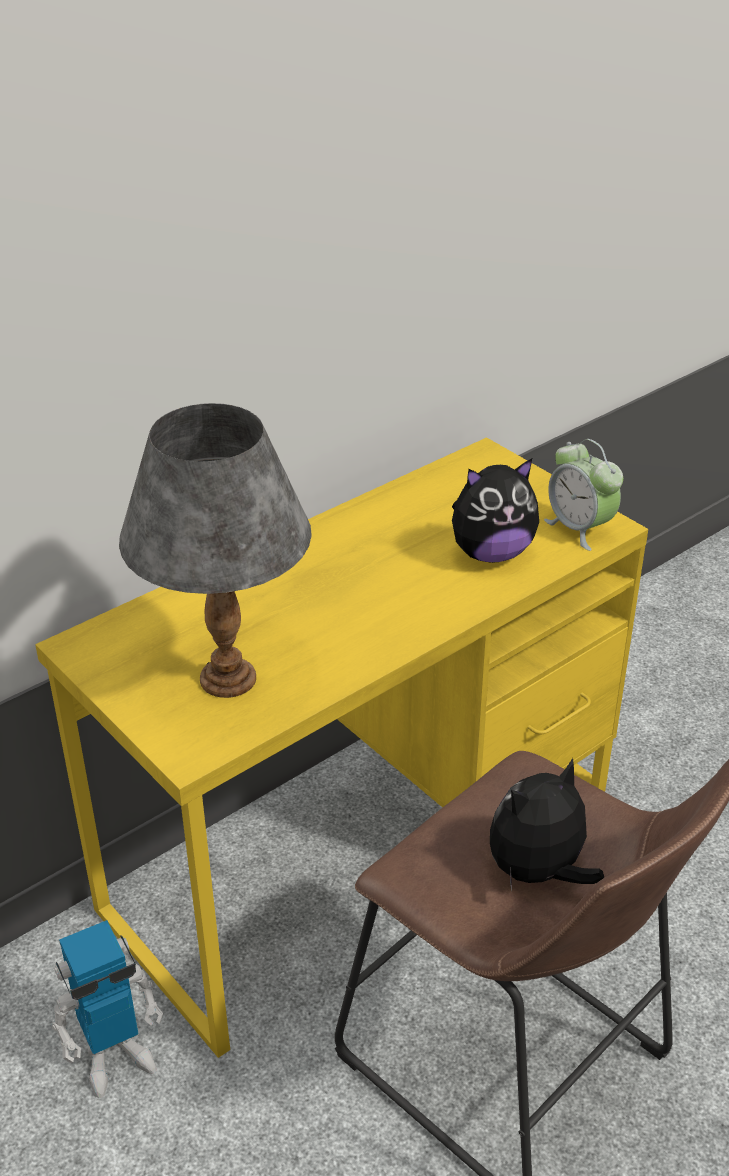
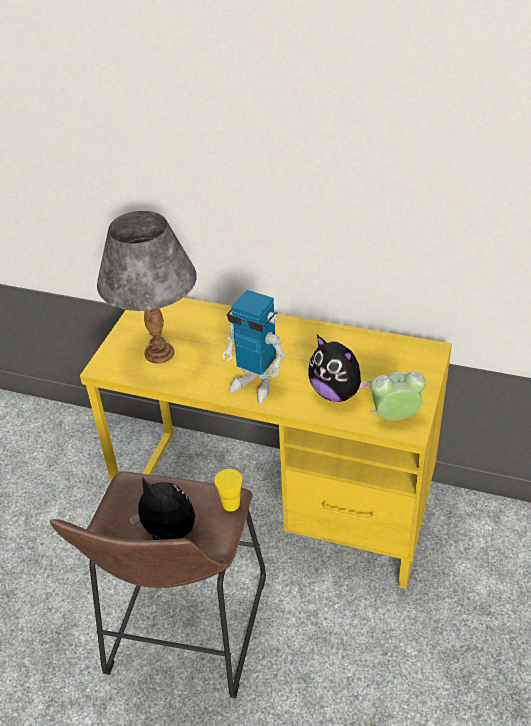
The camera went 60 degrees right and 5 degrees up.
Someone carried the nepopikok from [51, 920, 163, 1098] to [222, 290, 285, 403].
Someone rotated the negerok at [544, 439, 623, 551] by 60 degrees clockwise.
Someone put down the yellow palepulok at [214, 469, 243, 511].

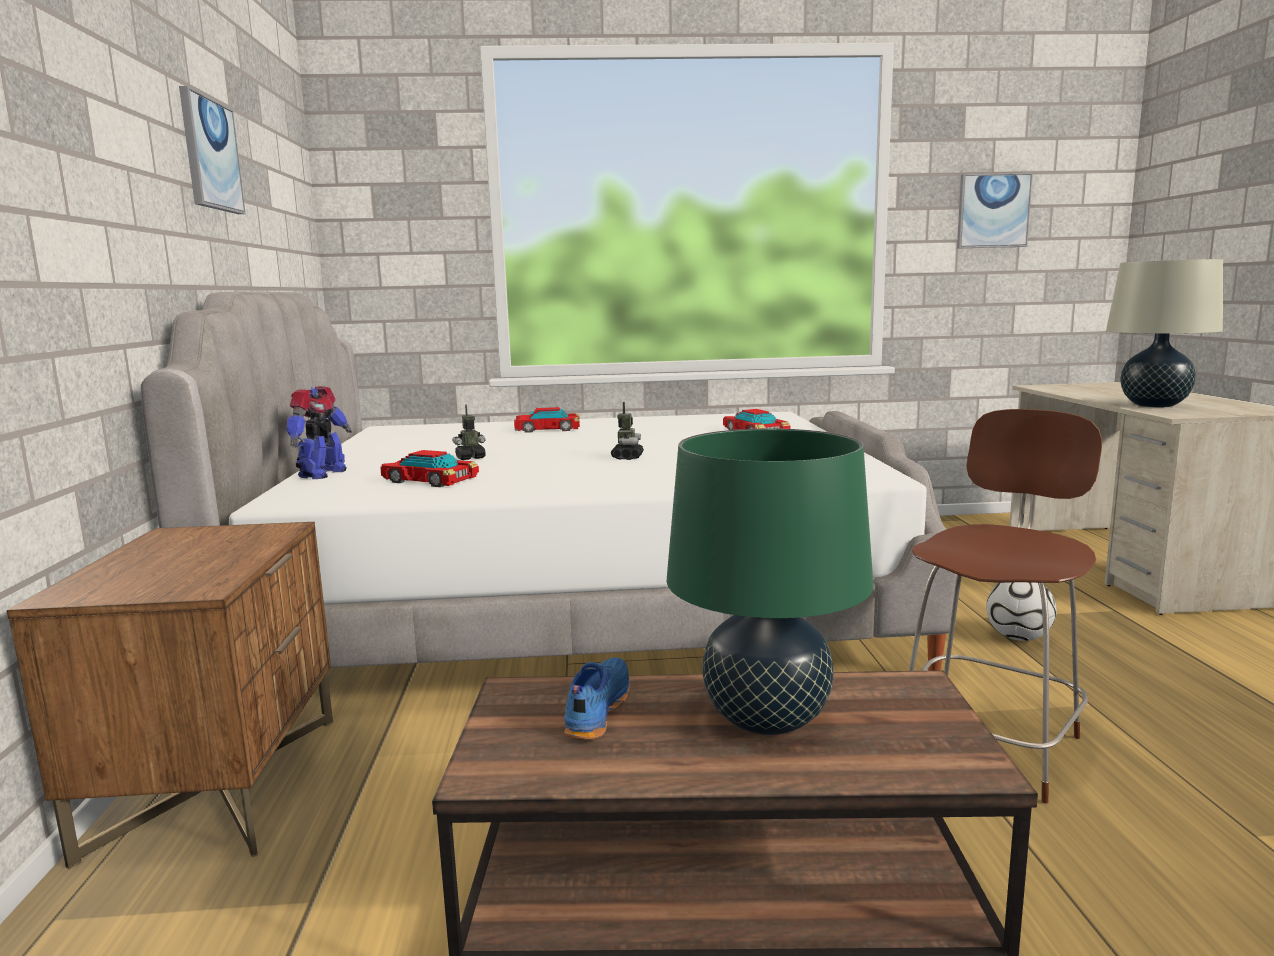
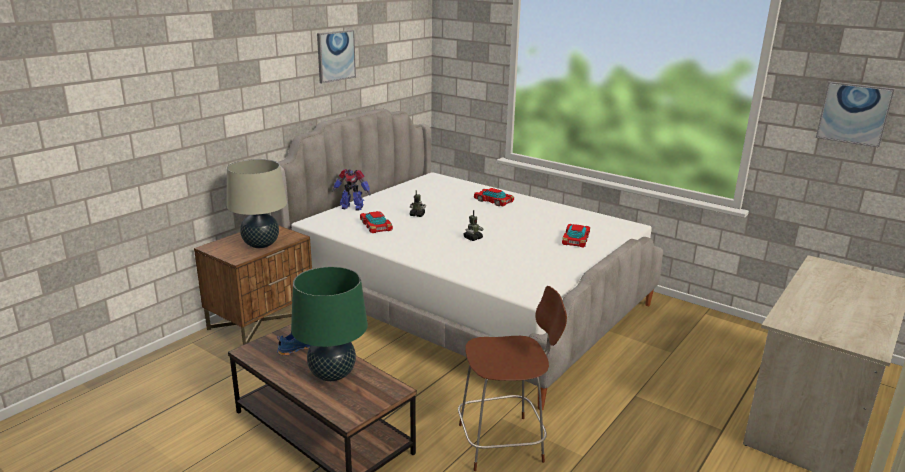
The camera went 40 degrees right and 10 degrees up.
Someone rotated the nepopikok at [287, 386, 352, 479] by 45 degrees clockwise.
Someone took away the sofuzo at [986, 582, 1057, 641].
Someone carried the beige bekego from [1106, 259, 1223, 407] to [227, 159, 287, 248].

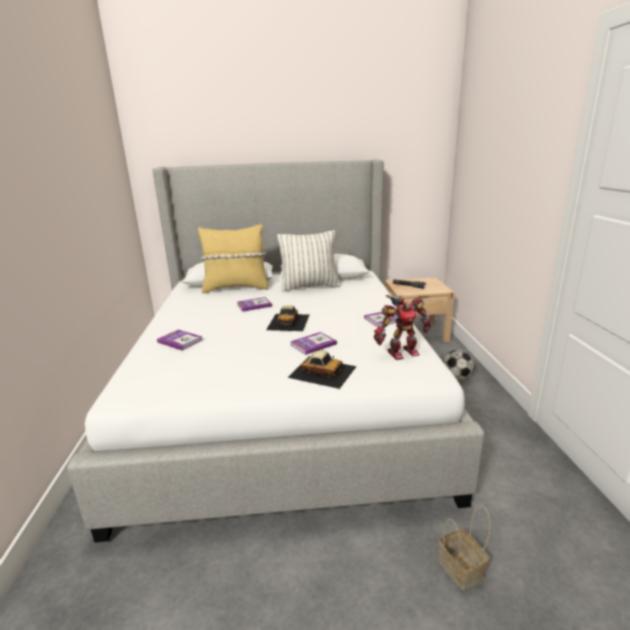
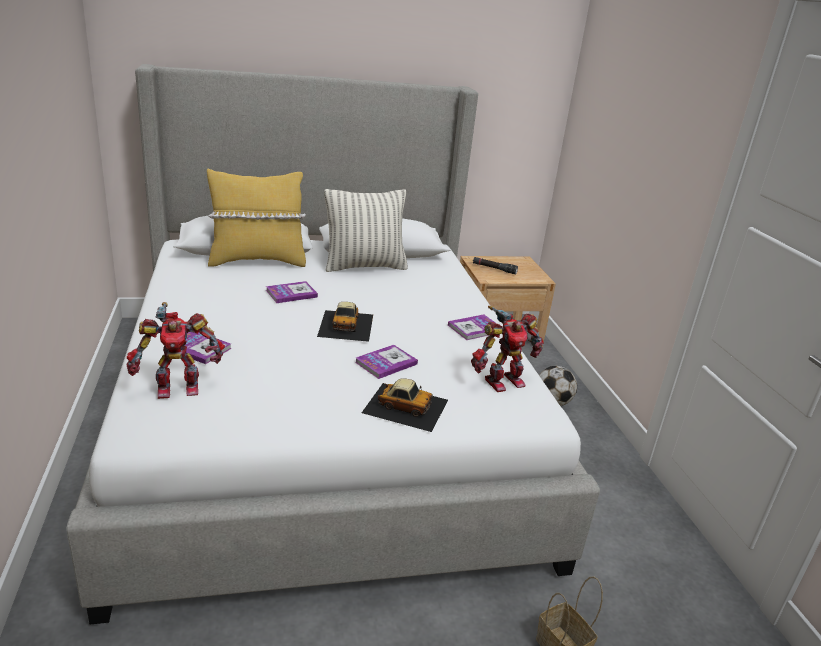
The camera went 10 degrees left and 5 degrees up.
Someone put down the nepopikok at [126, 302, 225, 399].

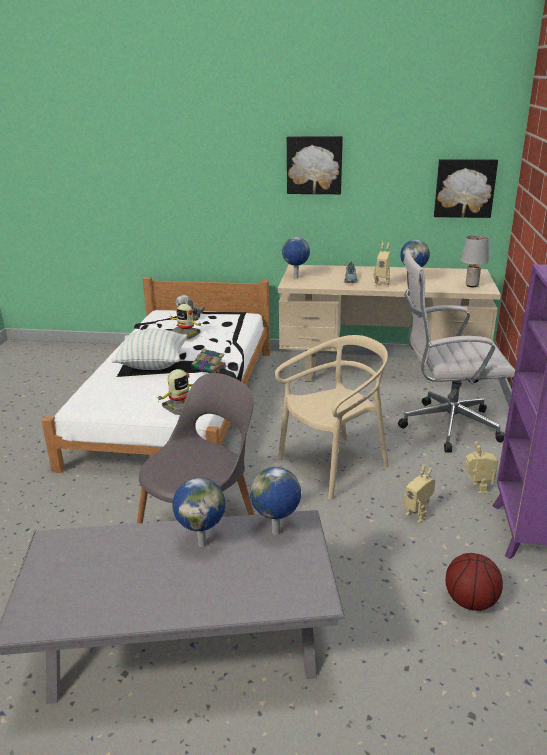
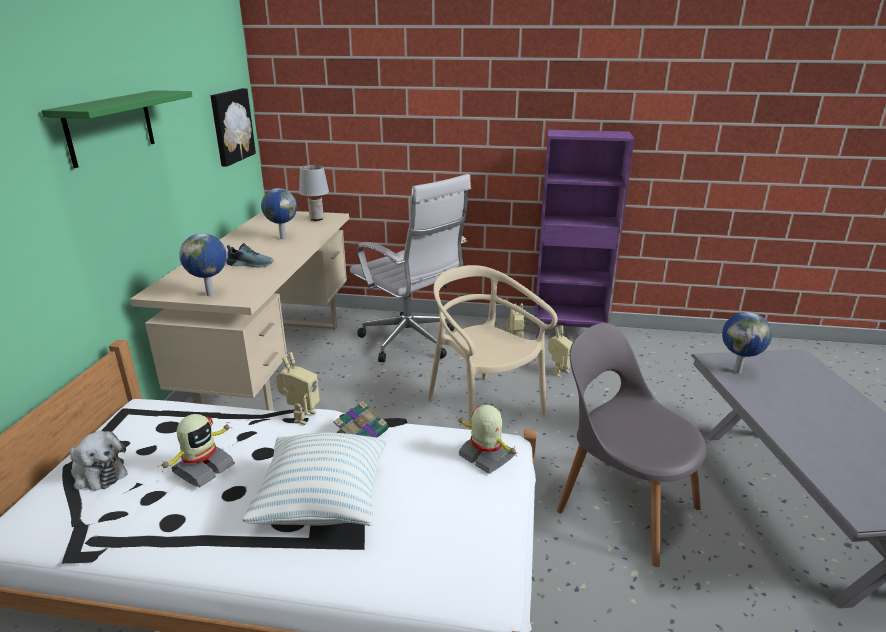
The camera went 90 degrees left and 0 degrees up.
Someone took away the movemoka at [172, 478, 225, 547].
Someone swapped the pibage at [287, 136, 343, 194] for the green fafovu at [41, 90, 193, 168].
Someone carried the nepopikok from [373, 242, 390, 287] to [276, 352, 320, 425].
Someone rotated the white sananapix at [398, 250, 515, 453] by 45 degrees counterclockwise.
Someone took away the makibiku at [446, 553, 503, 611].

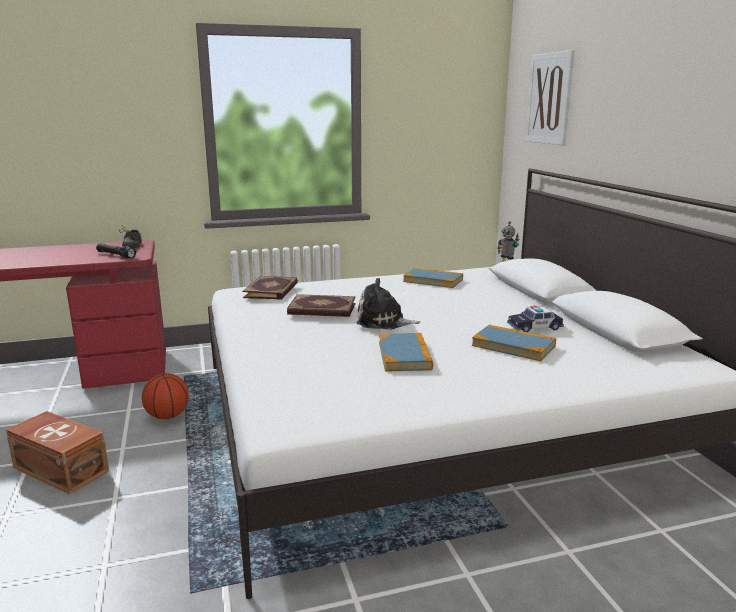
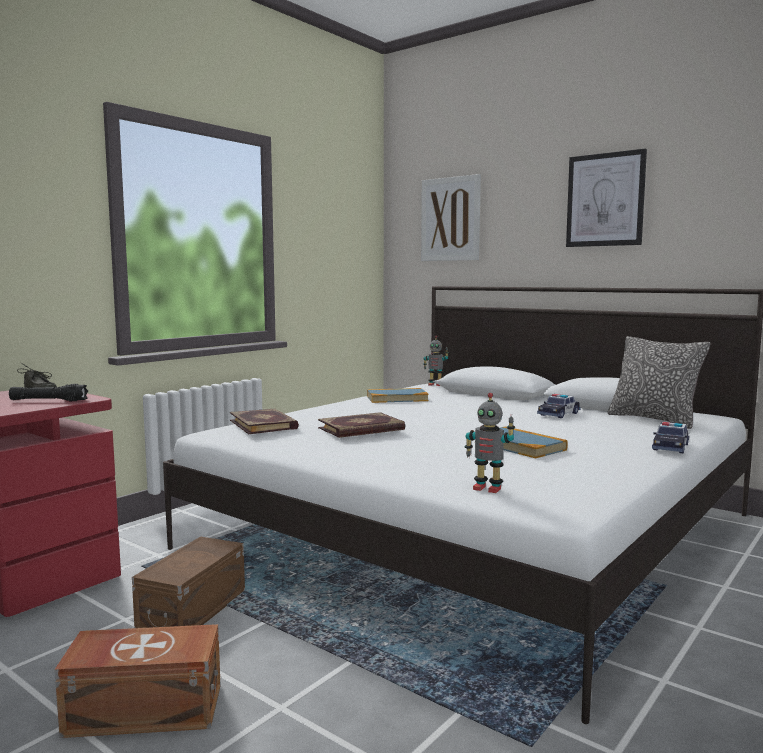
The camera went 35 degrees left and 10 degrees down.
Someone swapped the makibiku at [142, 373, 189, 419] for the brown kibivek at [132, 536, 245, 628].
Someone took away the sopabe at [356, 278, 421, 330].
Someone took away the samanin at [472, 325, 556, 361].
Someone put down the nepopikok at [465, 393, 515, 493].
Someone put up the pibage at [566, 148, 647, 247].
Someone put down the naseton at [608, 336, 710, 429].
Someone put down the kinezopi at [652, 422, 689, 454].

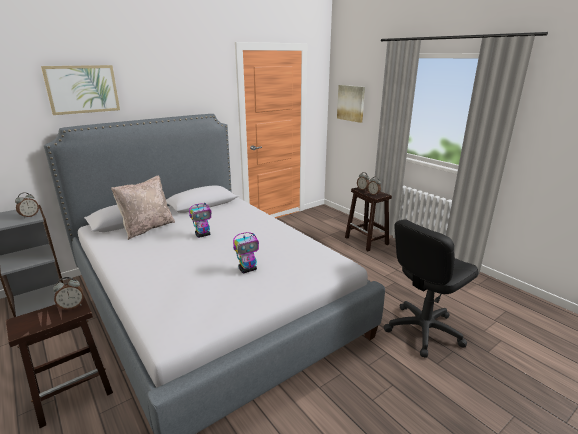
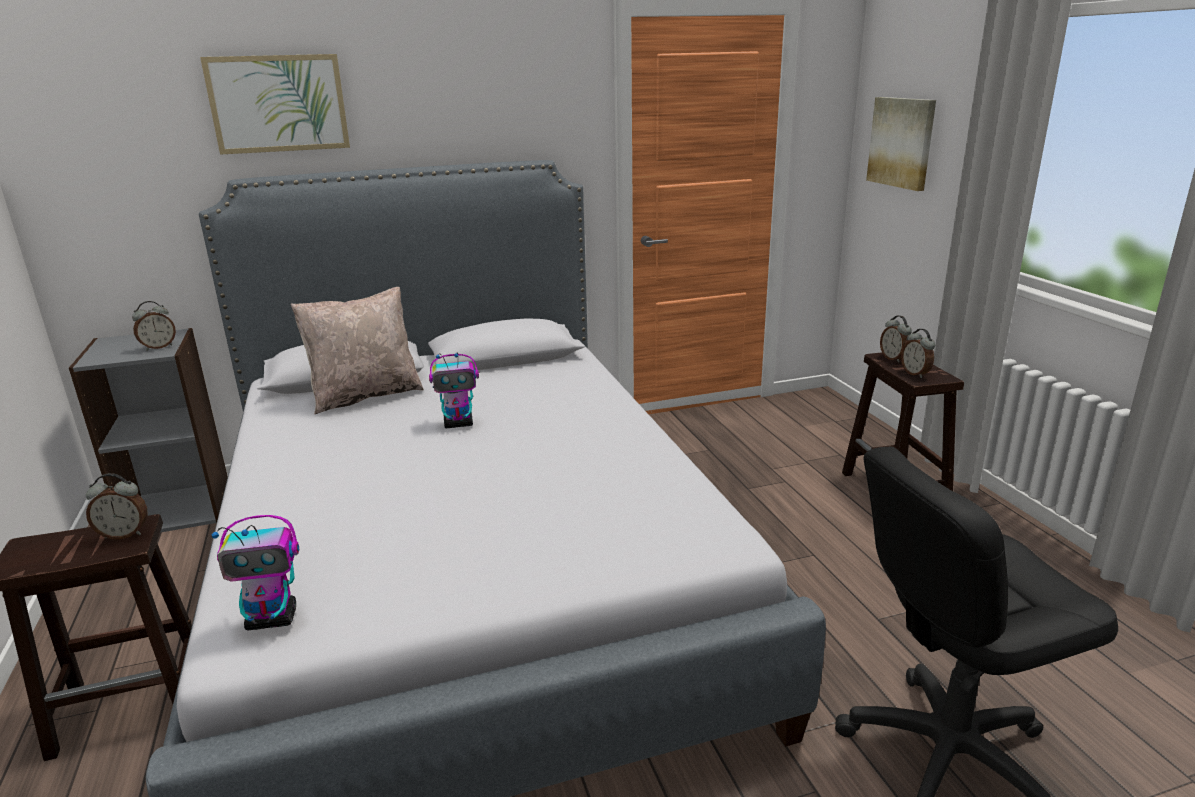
The camera went 20 degrees right and 0 degrees up.
Someone carried the nepopikok from [233, 232, 259, 273] to [212, 515, 299, 630].

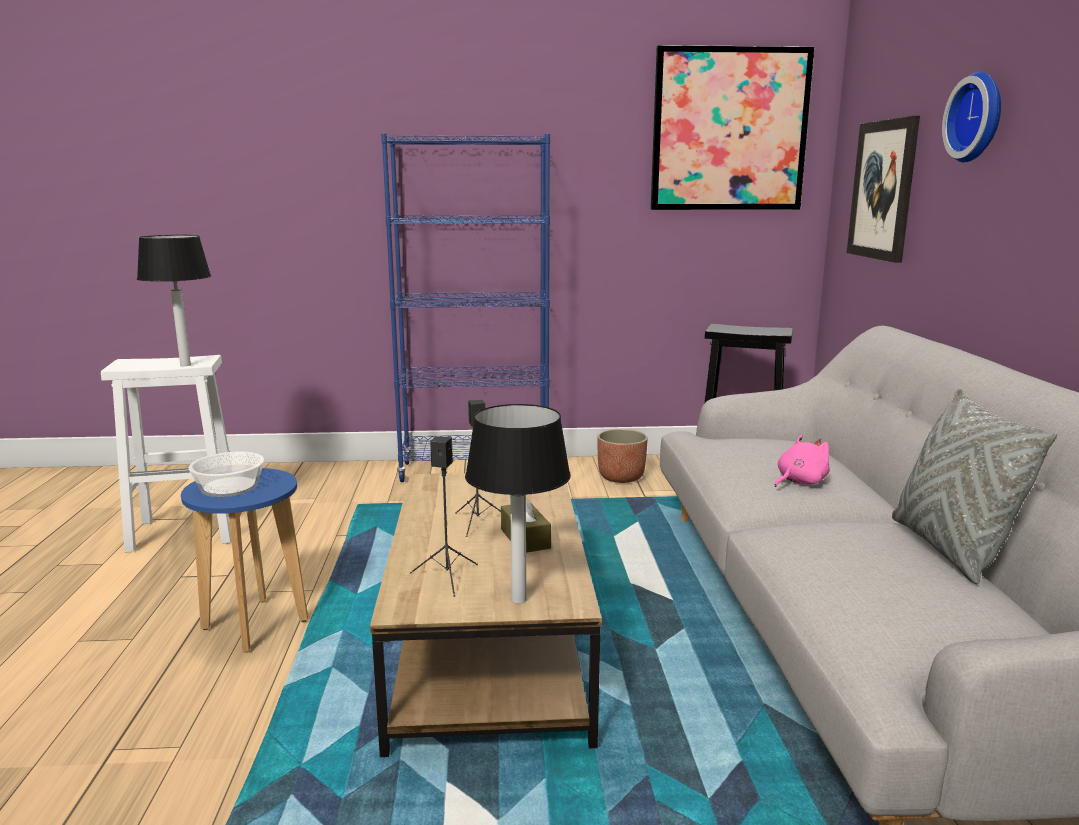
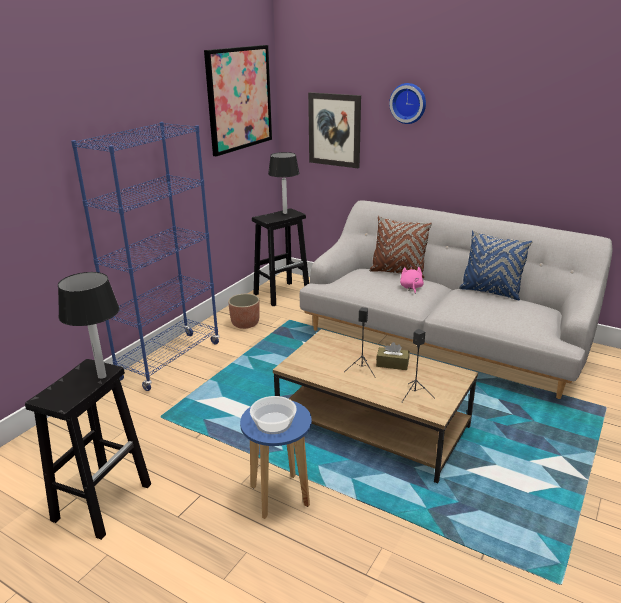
The camera went 55 degrees left and 10 degrees up.
Someone repainted the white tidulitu at [101, 355, 231, 553], which became the black tidulitu at [25, 359, 151, 540].
Someone carried the bekego from [465, 404, 571, 603] to [268, 152, 299, 214].
Someone repainted the grey naseton at [892, 389, 1057, 584], which became the blue naseton at [459, 230, 533, 300].
Someone put down the brown naseton at [369, 216, 432, 278].

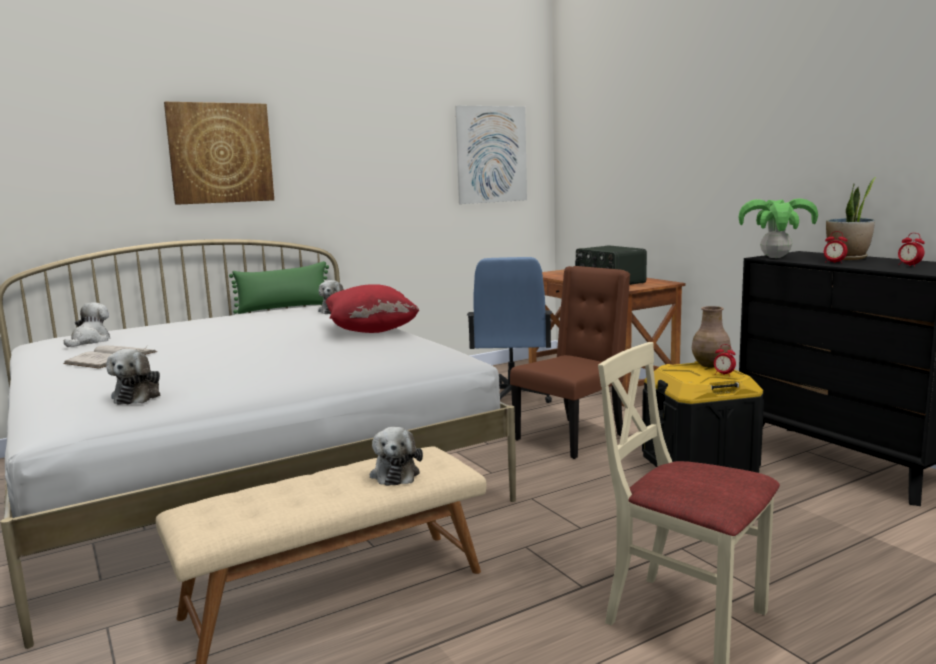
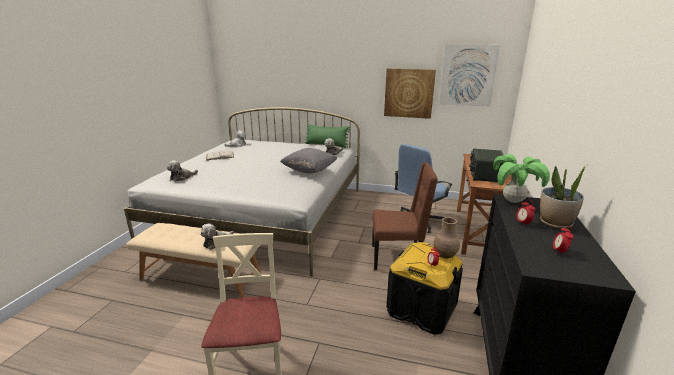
The camera went 45 degrees right and 10 degrees up.
Someone carried the pibage from [164, 102, 274, 205] to [384, 68, 436, 119].
Someone repainted the red naseton at [326, 284, 420, 333], which became the grey naseton at [280, 148, 337, 173].

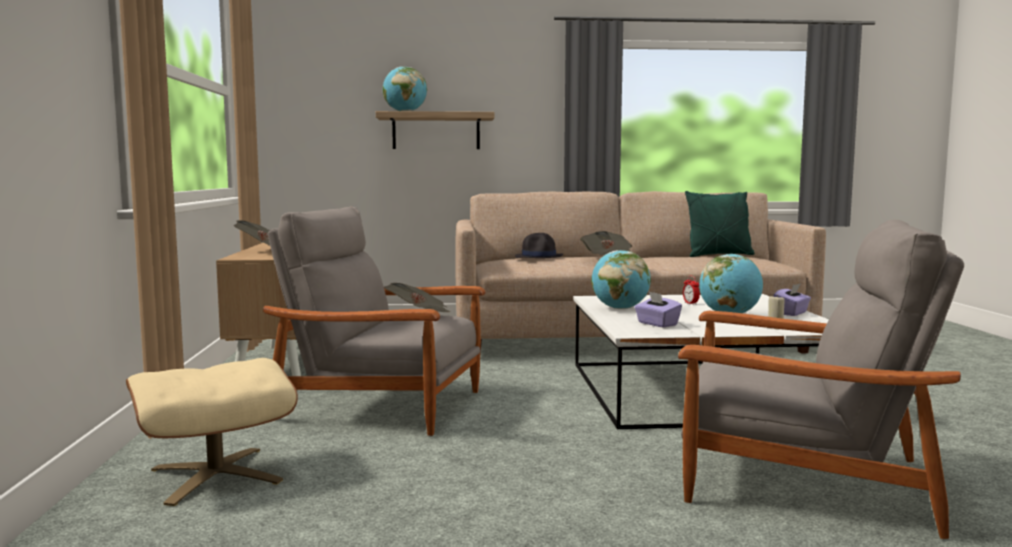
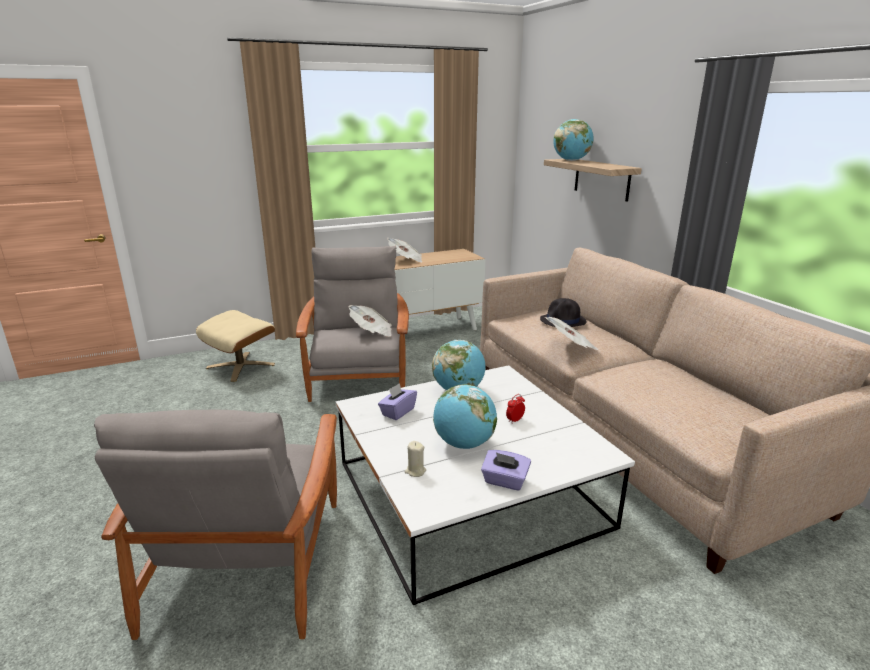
The camera went 70 degrees right and 15 degrees up.
Someone took away the green naseton at [685, 191, 755, 257].

